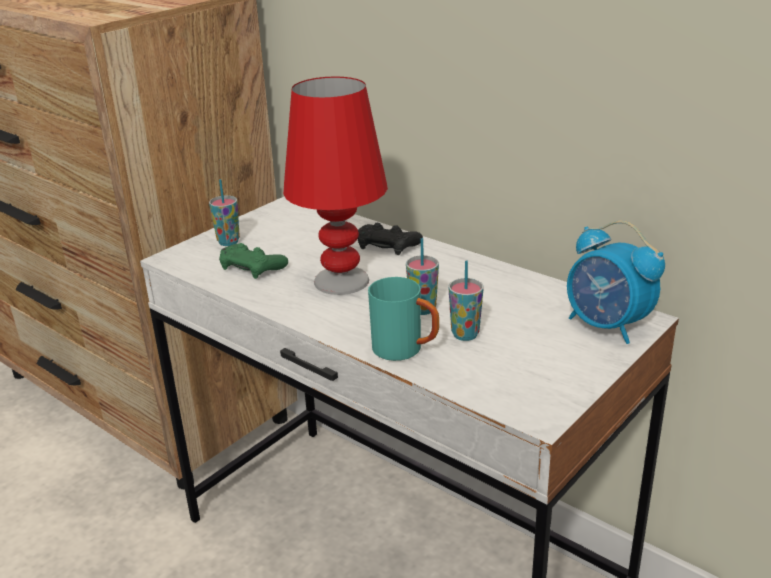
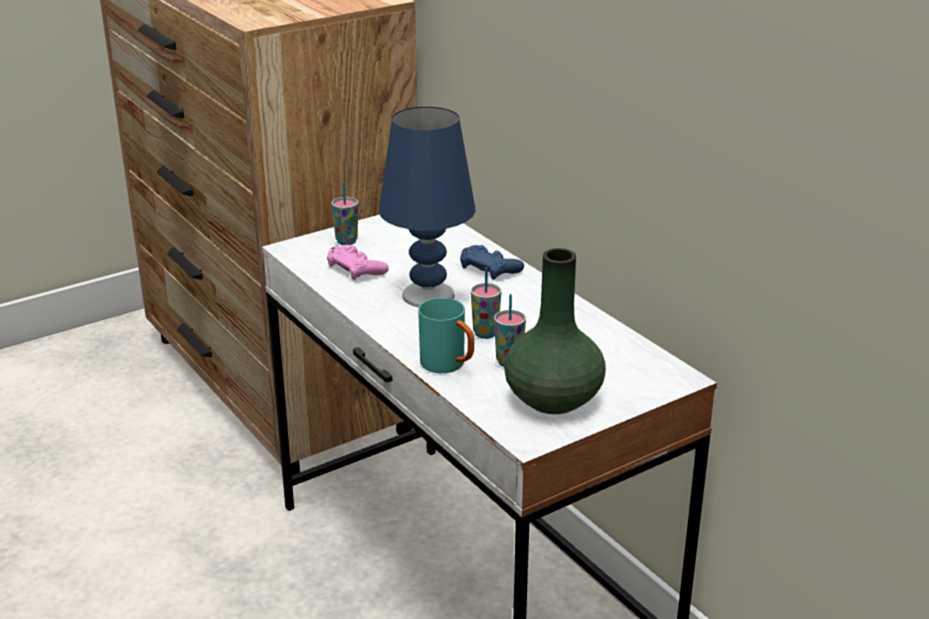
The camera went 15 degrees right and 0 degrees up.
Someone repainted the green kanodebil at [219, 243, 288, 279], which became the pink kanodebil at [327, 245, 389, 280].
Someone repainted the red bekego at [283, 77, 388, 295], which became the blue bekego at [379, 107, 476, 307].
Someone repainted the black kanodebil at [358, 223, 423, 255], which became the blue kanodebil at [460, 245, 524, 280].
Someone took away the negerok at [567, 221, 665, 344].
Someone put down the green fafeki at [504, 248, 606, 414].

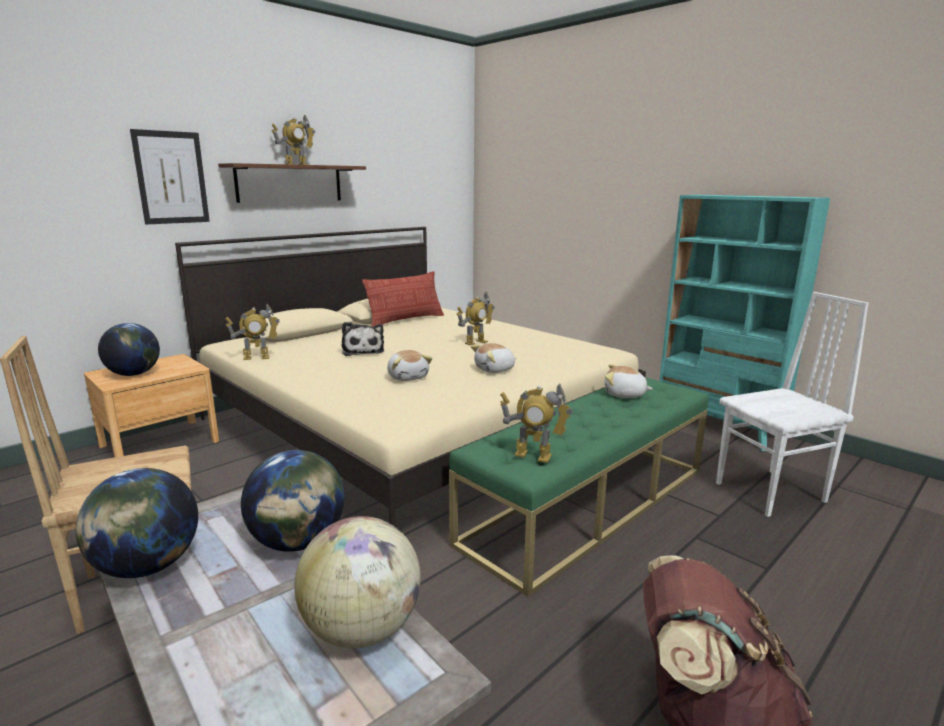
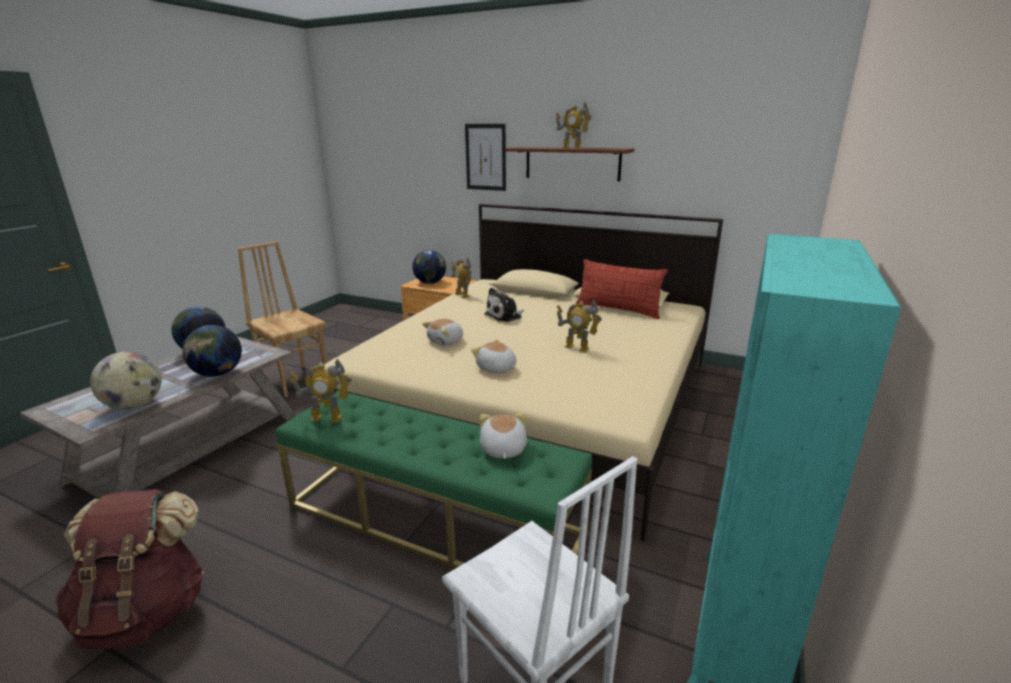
The camera went 70 degrees right and 5 degrees up.
Someone rotated the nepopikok at [500, 383, 573, 463] by 90 degrees counterclockwise.

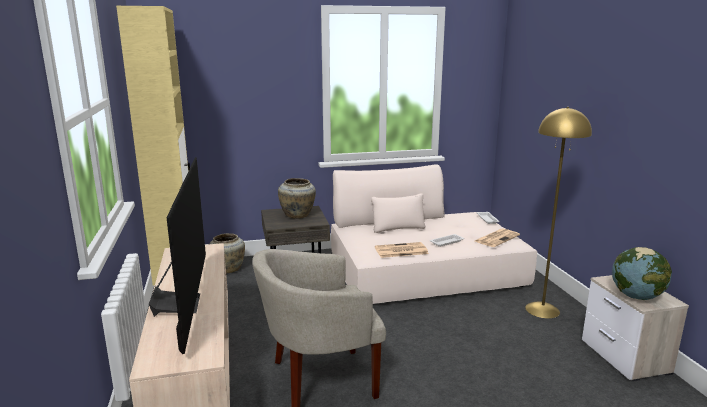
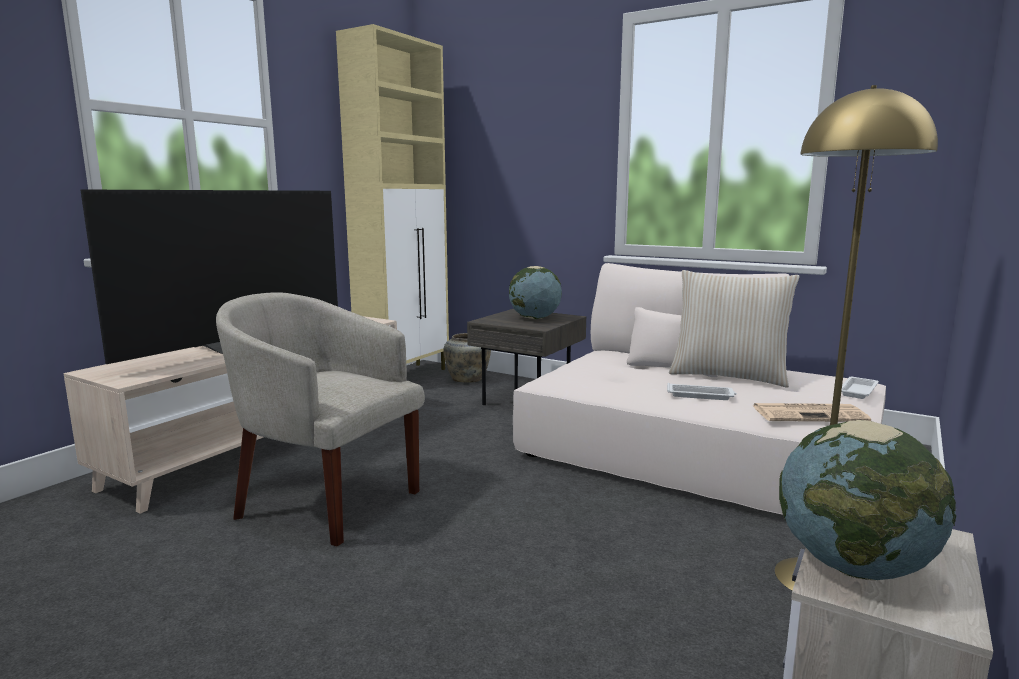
The camera went 45 degrees right and 5 degrees down.
Someone swapped the beige fafeki at [278, 178, 316, 219] for the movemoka at [509, 266, 562, 319].
Someone took away the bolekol at [375, 242, 429, 258].
Someone put down the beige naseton at [669, 270, 799, 388].

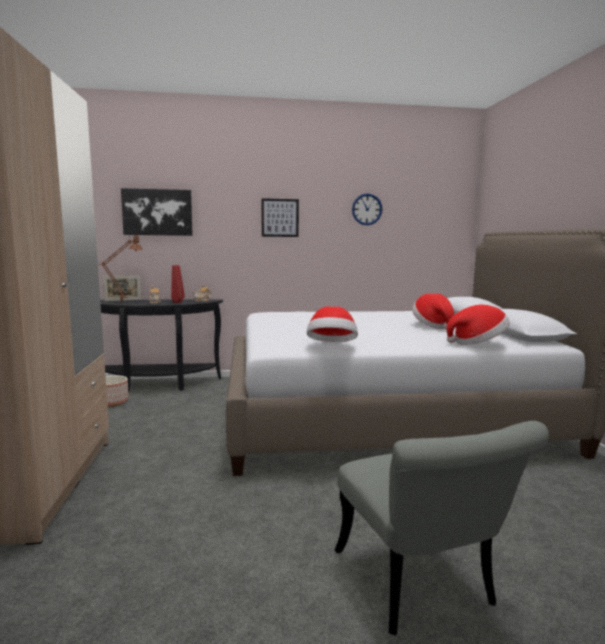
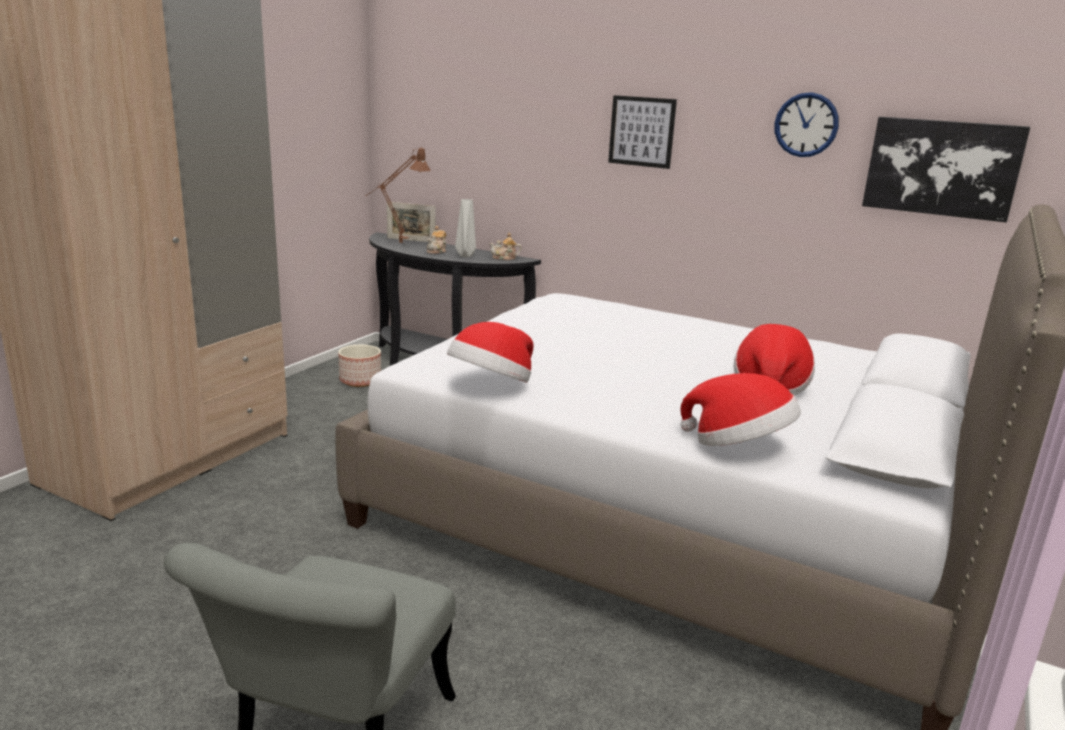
The camera went 35 degrees right and 10 degrees up.
Someone carried the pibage from [121, 188, 193, 236] to [862, 117, 1030, 222].
Someone repainted the red fafeki at [171, 265, 185, 303], which became the grey fafeki at [455, 199, 476, 257].

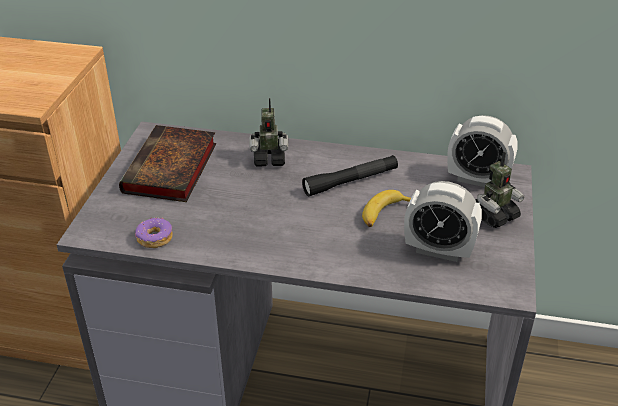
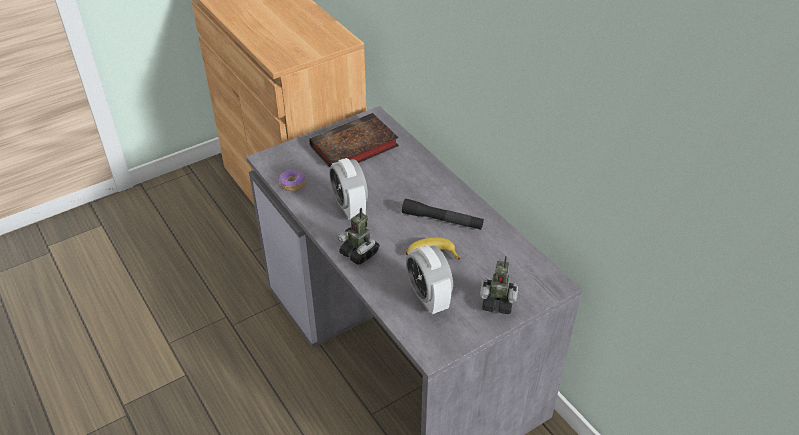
The camera went 45 degrees right and 5 degrees up.
Someone carried the nepopikok from [249, 98, 289, 167] to [338, 208, 380, 265].
Someone carried the negerok from [447, 115, 518, 187] to [329, 158, 368, 220].

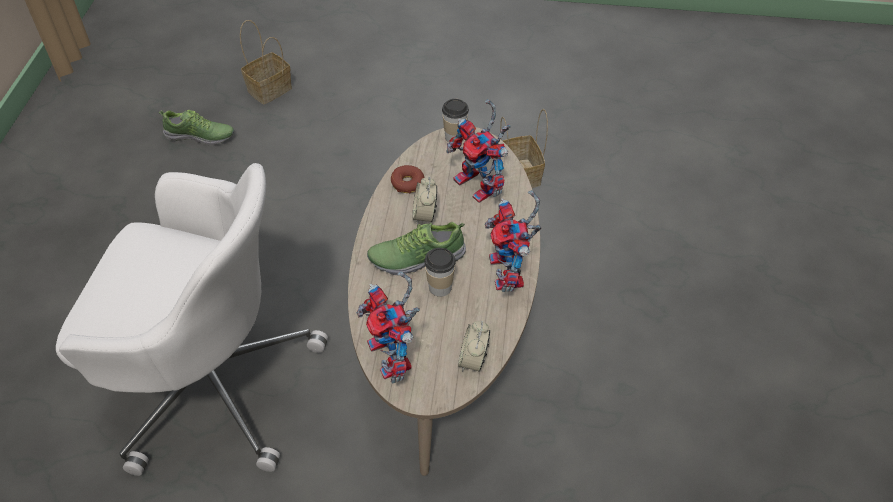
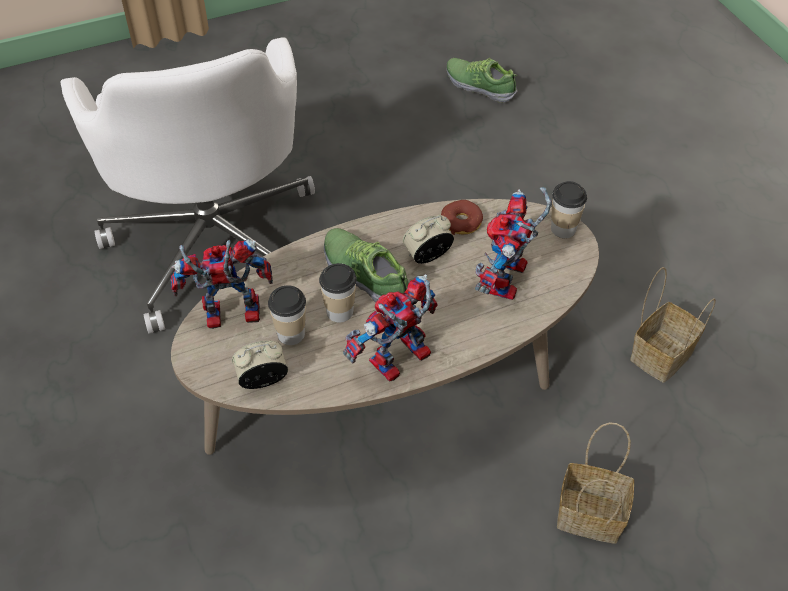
The camera went 60 degrees right and 0 degrees up.
Someone rotated the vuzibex at [159, 110, 234, 145] by 150 degrees clockwise.
Someone carried the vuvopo from [240, 20, 292, 104] to [557, 422, 634, 544].
Someone rotated the nepopikok at [357, 271, 420, 383] by 45 degrees clockwise.
Someone put down the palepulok at [268, 285, 306, 345].

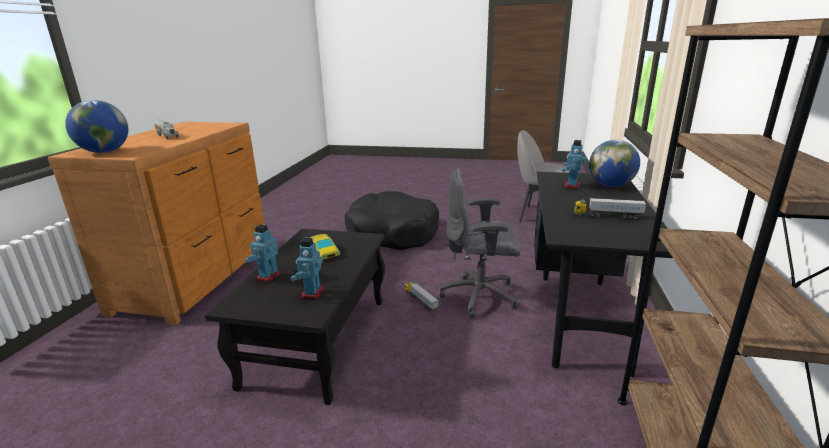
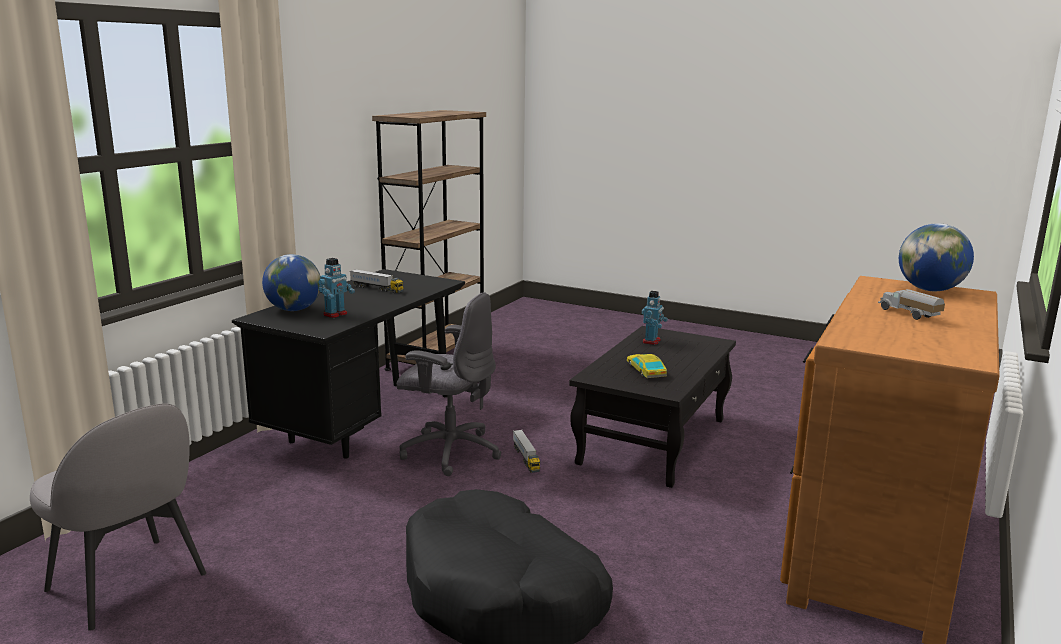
The camera went 165 degrees left and 5 degrees down.
Someone took away the nepopikok at [245, 224, 280, 282].

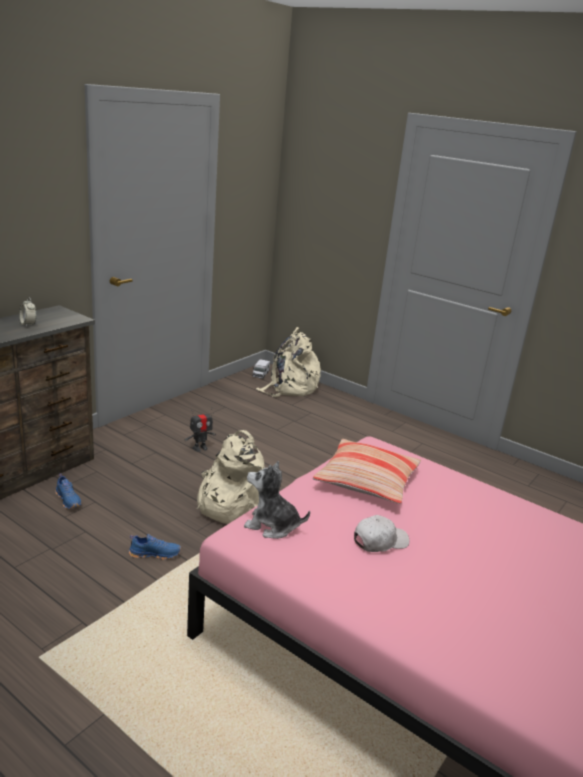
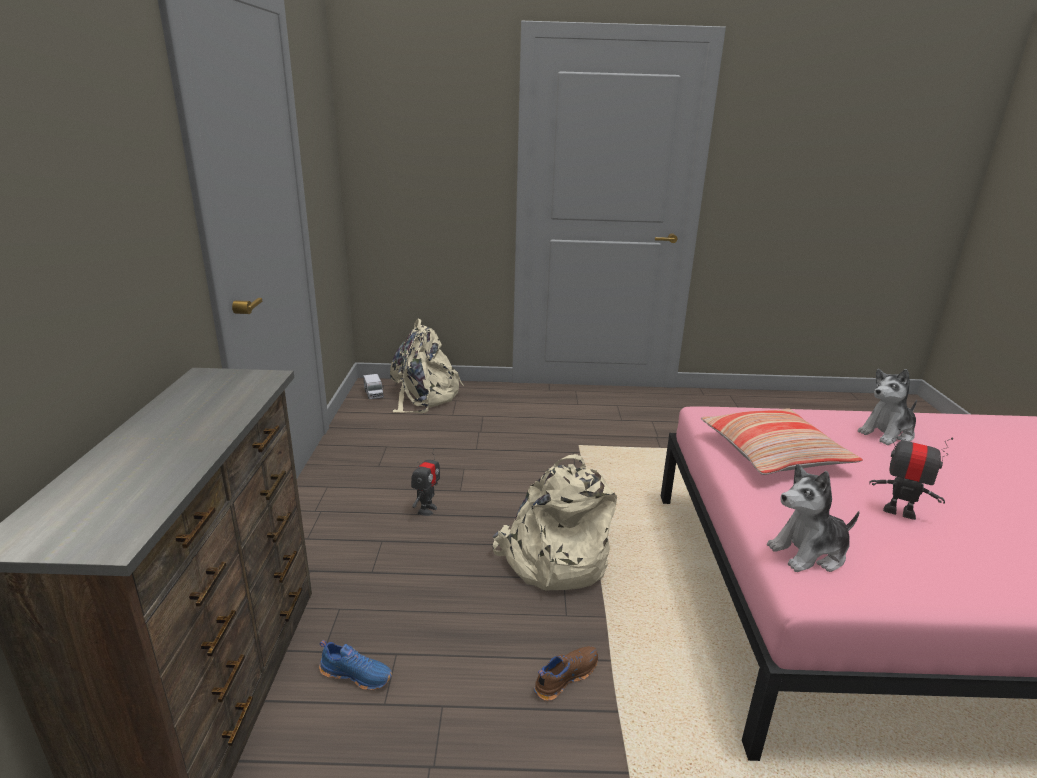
The camera went 35 degrees left and 0 degrees up.
Someone took away the negerok at [19, 297, 36, 327].
Someone repainted the blue vuzibex at [129, 534, 181, 560], which became the brown vuzibex at [534, 646, 598, 701].
Someone swapped the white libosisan at [354, 515, 409, 552] for the nepopikok at [869, 428, 953, 520].
Someone put down the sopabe at [858, 369, 917, 445].

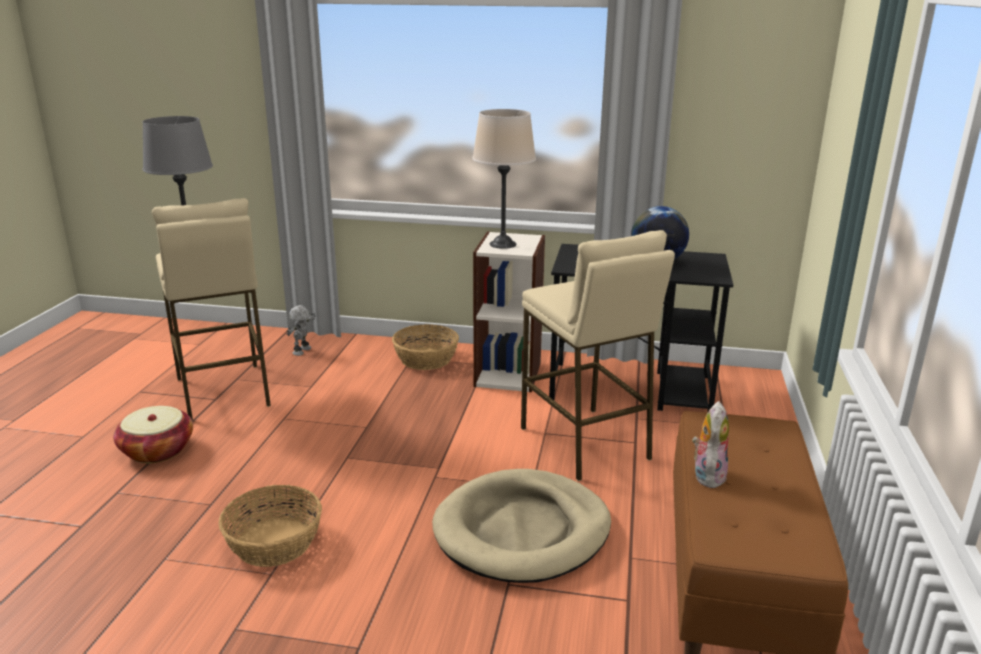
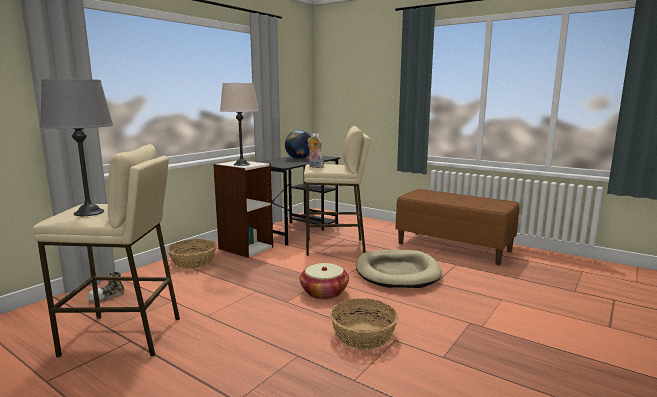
The camera went 65 degrees left and 10 degrees down.
Someone carried the vuvopo from [113, 406, 193, 463] to [300, 263, 349, 300].
Someone swapped the nepopikok at [287, 305, 315, 356] for the vuzibex at [87, 272, 125, 303].
Someone carried the sopabe from [692, 401, 729, 488] to [307, 133, 324, 168].

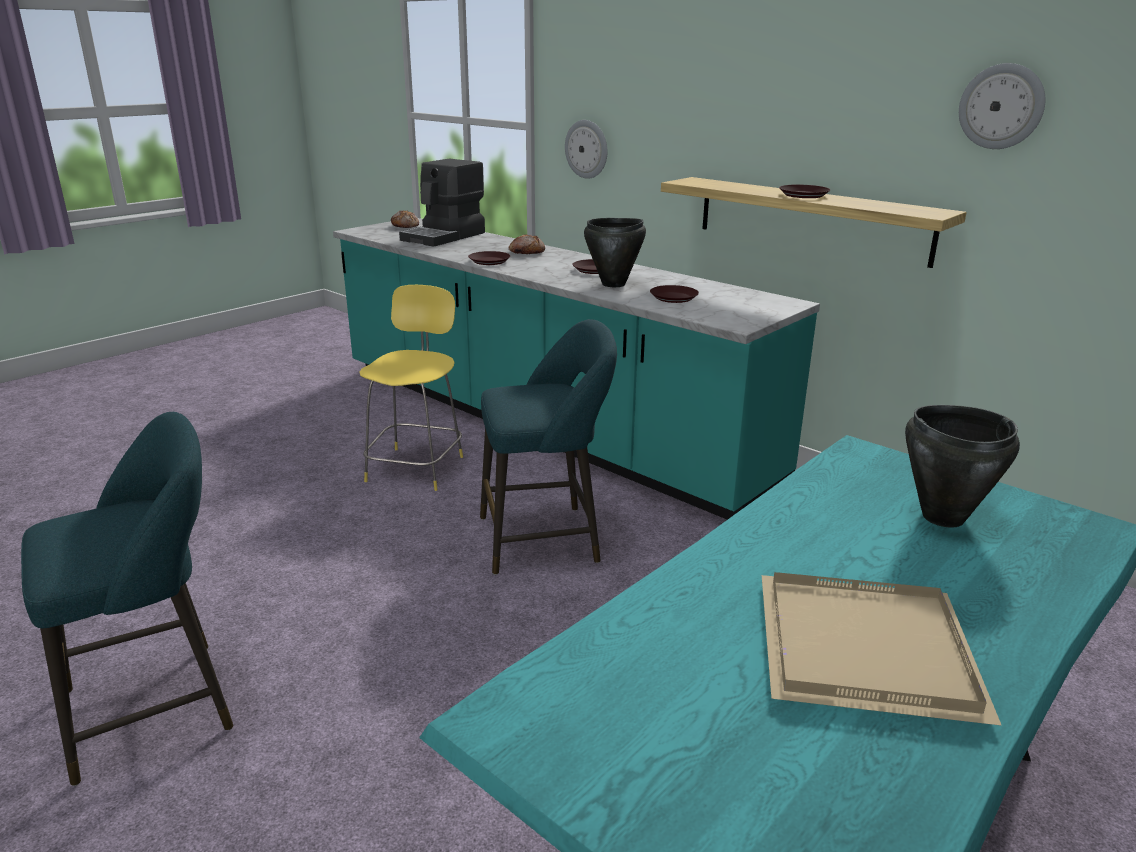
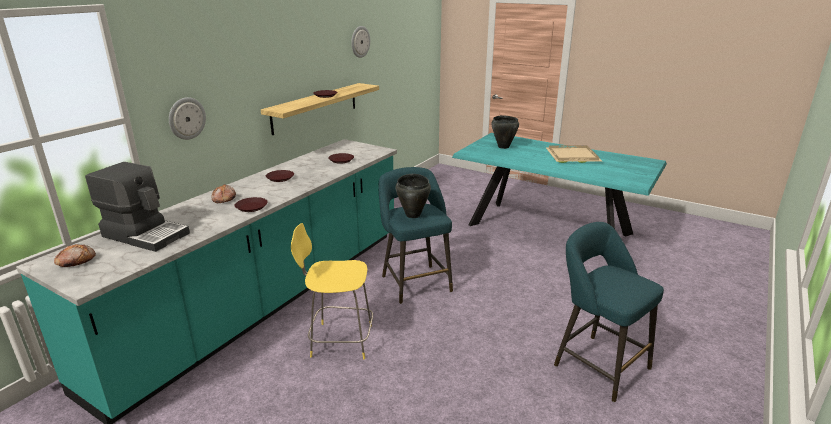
The camera went 100 degrees left and 0 degrees up.
Someone carried the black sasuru from [584, 218, 646, 287] to [396, 174, 431, 218].

